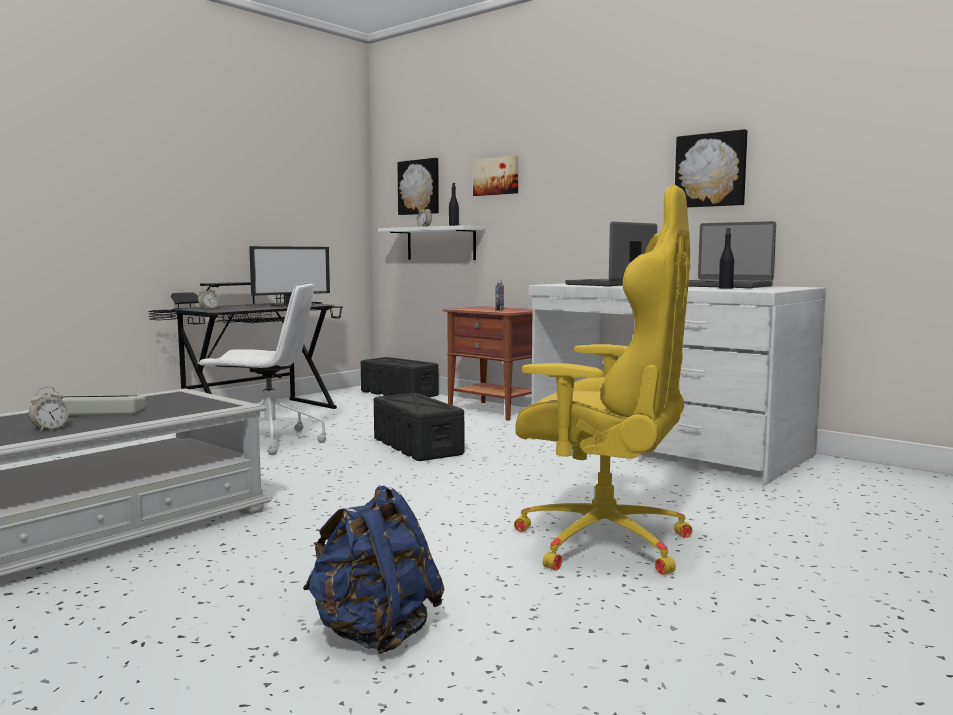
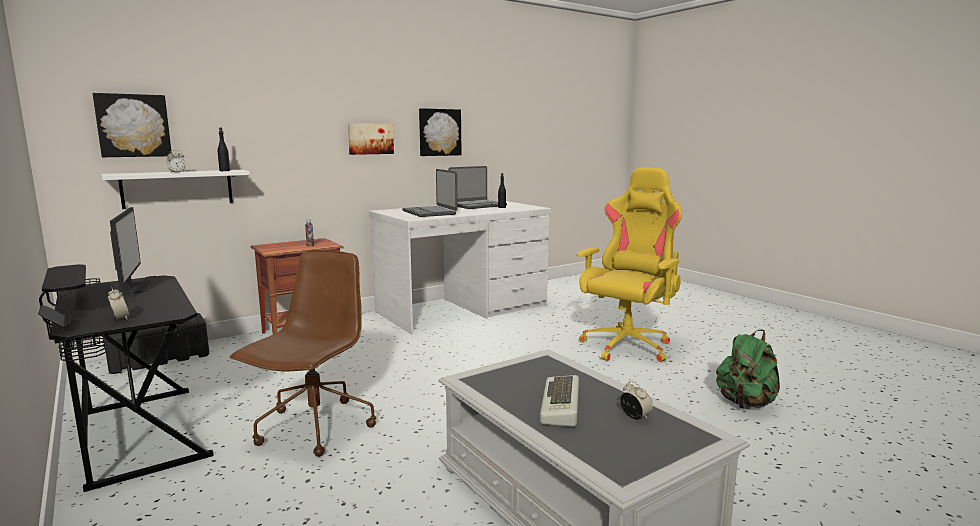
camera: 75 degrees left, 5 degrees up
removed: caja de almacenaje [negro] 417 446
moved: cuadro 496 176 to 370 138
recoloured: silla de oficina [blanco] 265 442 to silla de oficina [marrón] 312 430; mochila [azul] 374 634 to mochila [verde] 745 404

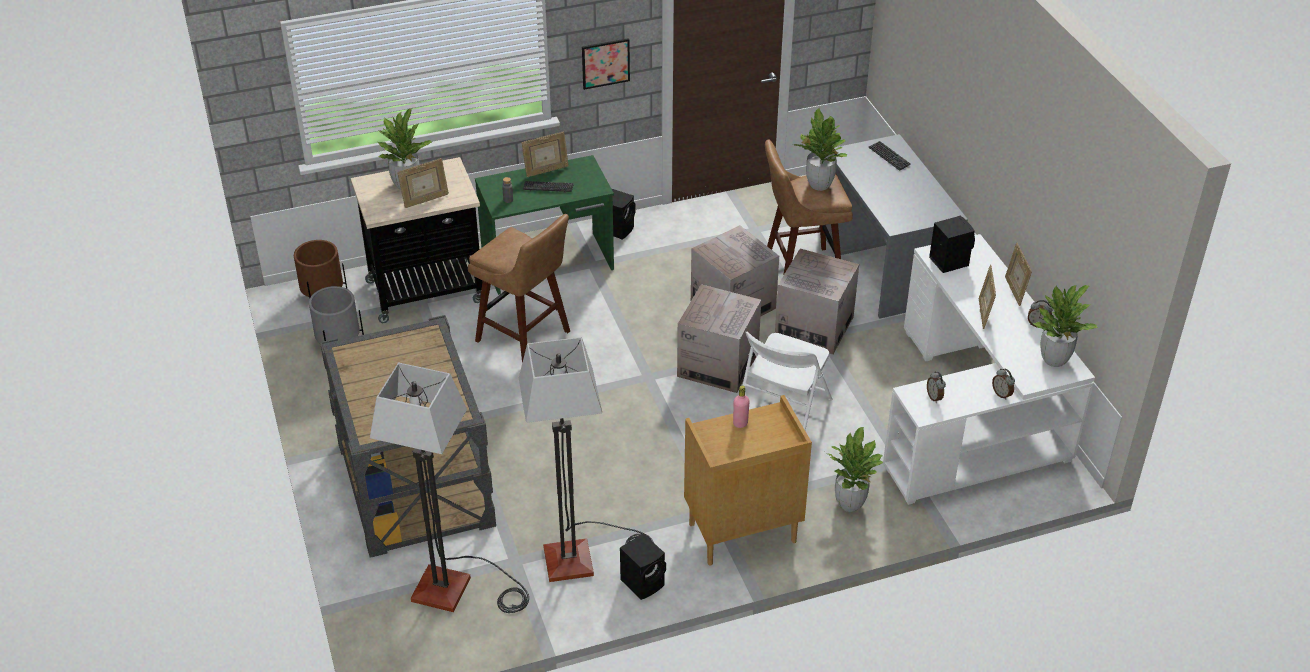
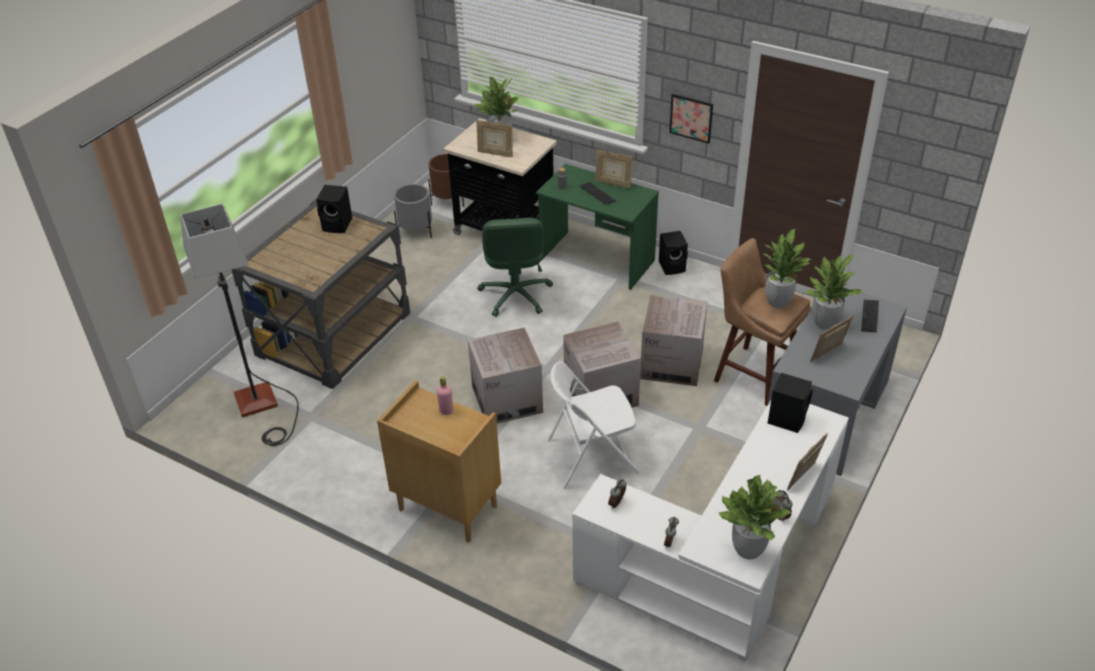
camera: 50 degrees right, 0 degrees up
removed: lámpara de pie 584 555
moved: caja de cartón 814 327 to 507 399; portarretratos 983 314 to 828 354; planta en maceta 849 503 to 825 323; altavoz [negro] 644 582 to 338 225
replaced: taburete [marrón] 525 338 to silla de oficina [verde] 515 295

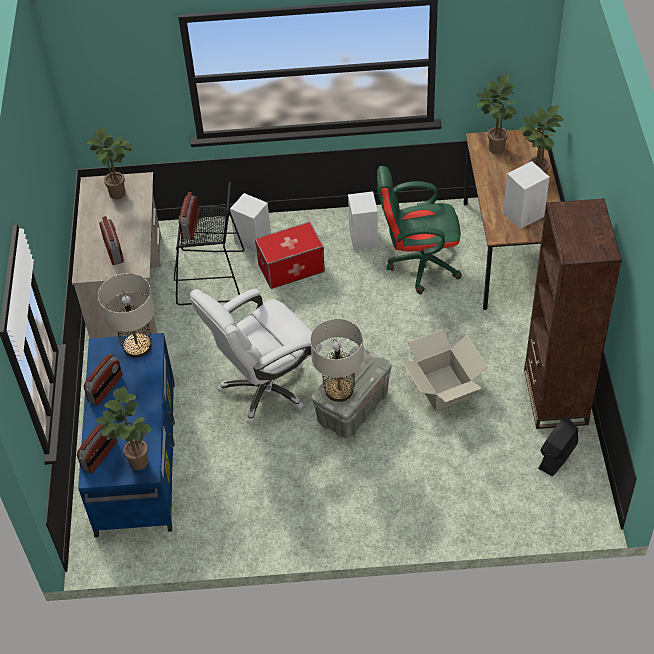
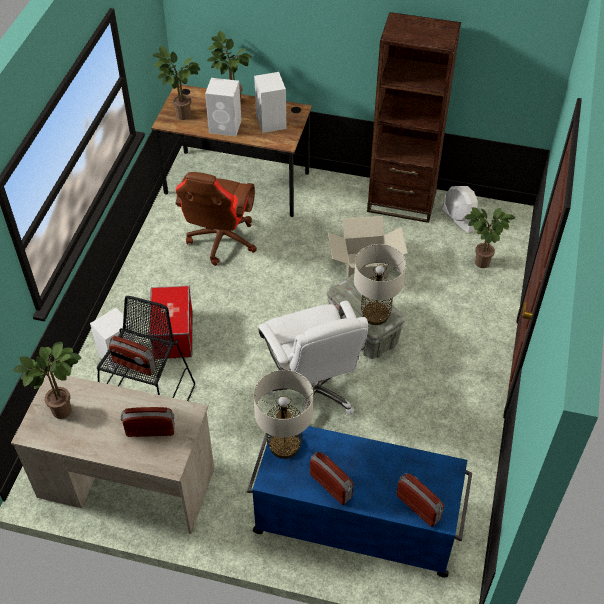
camera: 75 degrees left, 0 degrees up
moved: altavoz [blanco] 363 238 to 226 126; planta en maceta 135 461 to 480 264
recoloured: silla de oficina [verde] 417 265 to silla de oficina [marrón] 220 244; ventilador [negro] 557 456 to ventilador [blanco] 459 218

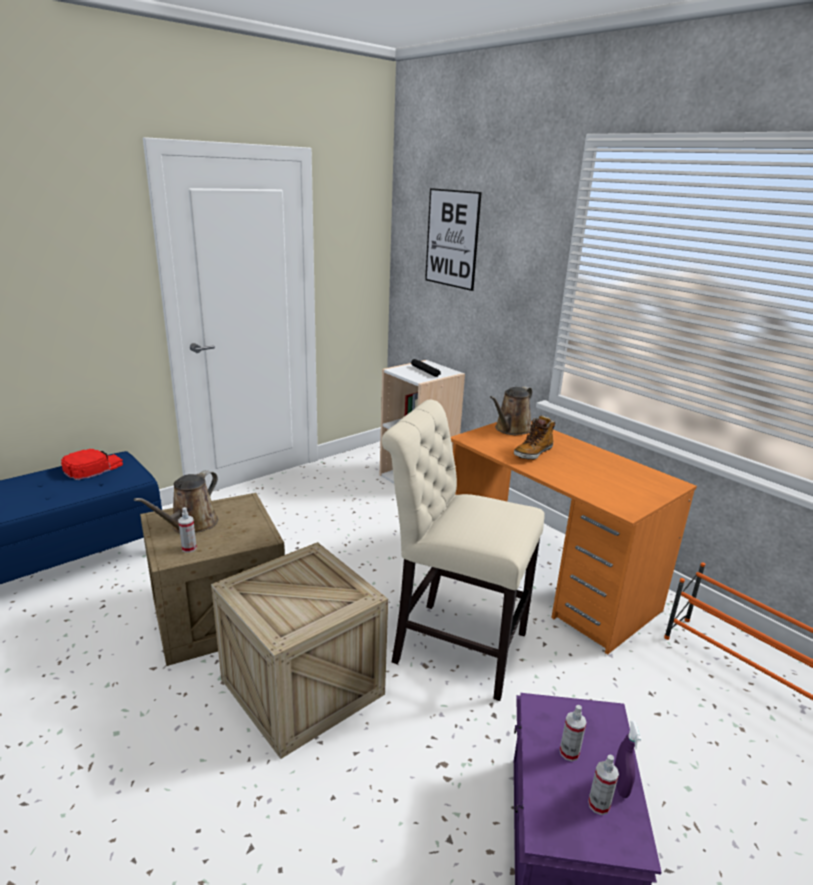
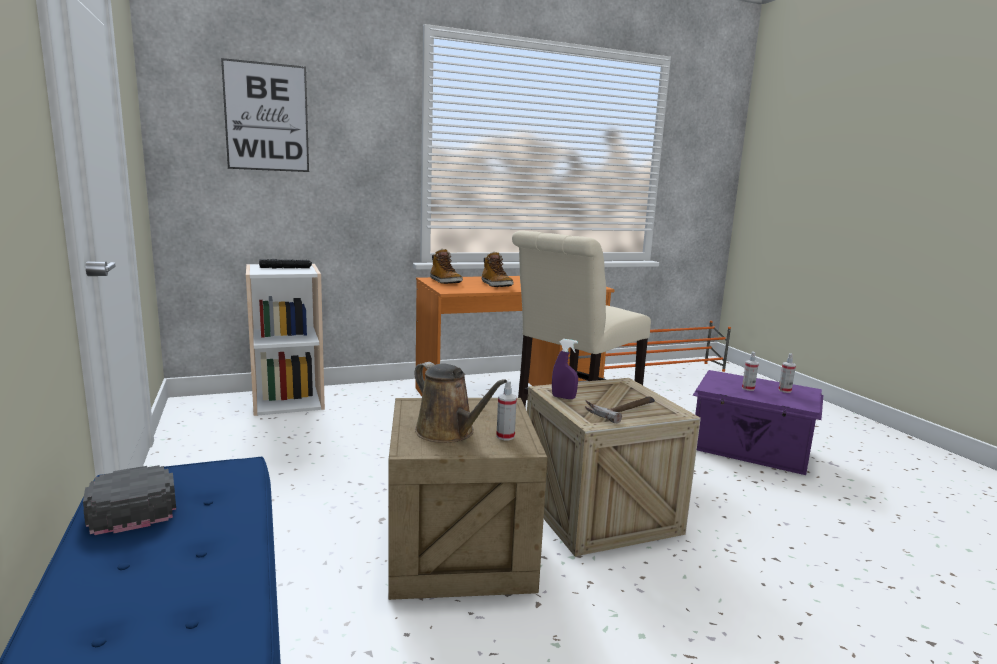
camera: 70 degrees left, 10 degrees down
added: martillo 620 409
moved: pulverizador [morado] 620 785 to 563 397
replaced: regadera [marrón] 511 429 to bota 445 282
recoloured: gorra [rojo] 93 467 to gorra [negro] 132 504

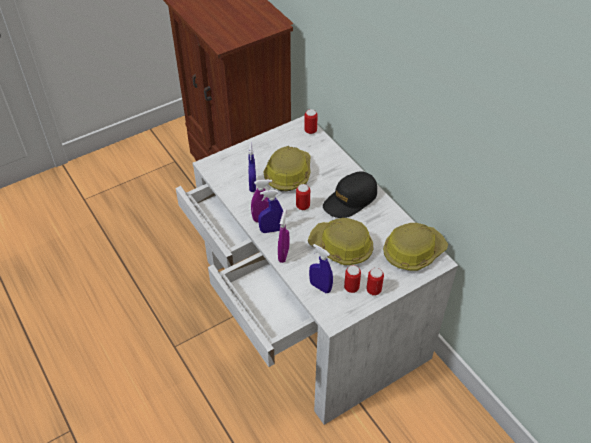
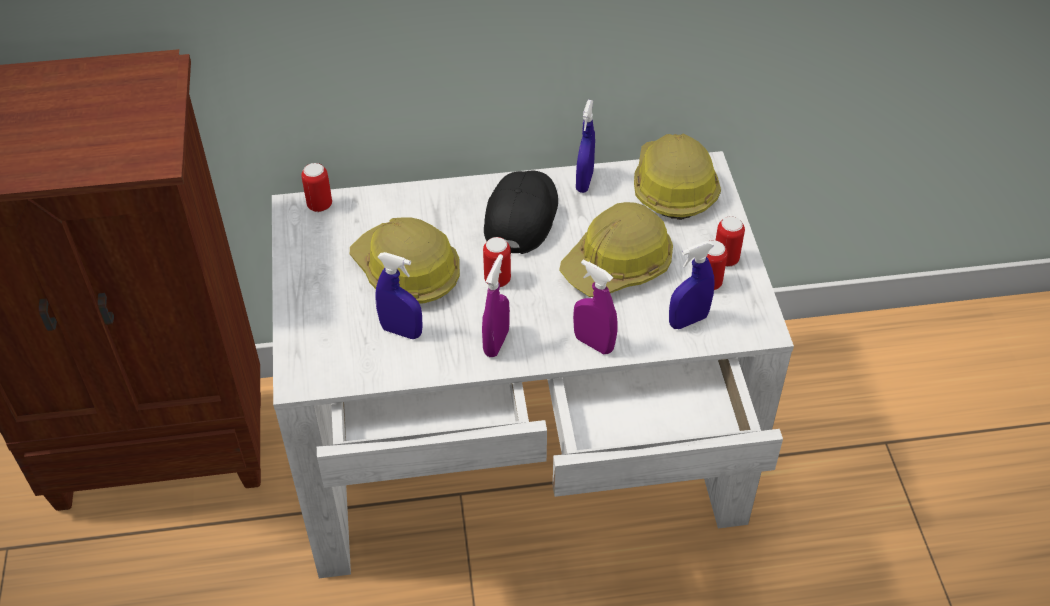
camera: 65 degrees left, 0 degrees up
moved: pulverizador [azul] 271 230 to 584 181
turned: gorra [negro] 350 200 = 521 216 150 degrees counterclockwise

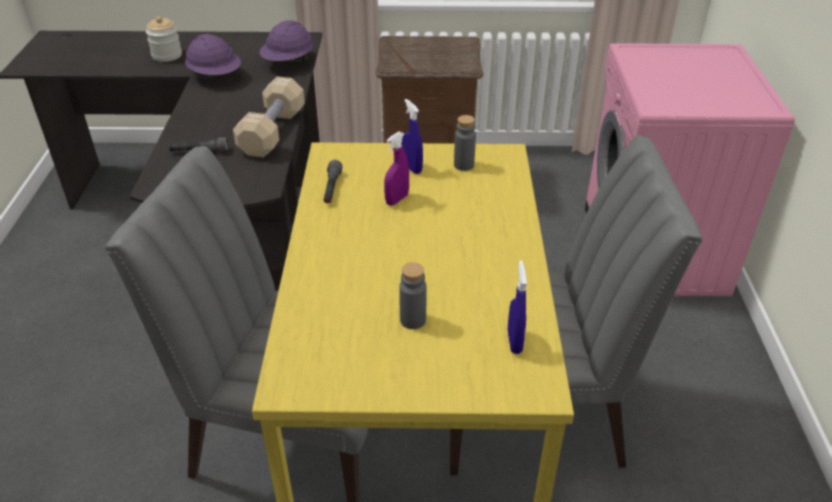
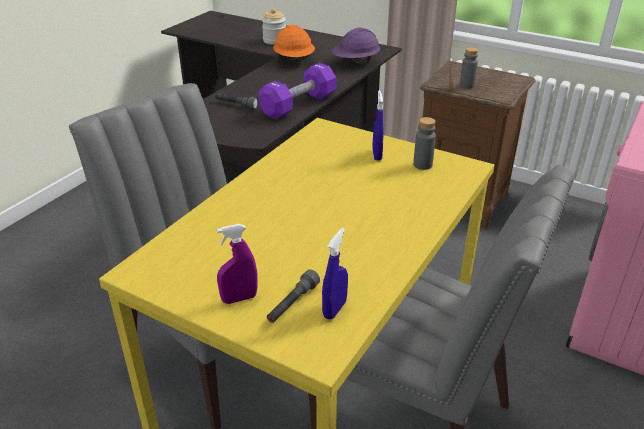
camera: 30 degrees right, 5 degrees down
moved: pulverizador [morado] 397 199 to 239 298; linterna [gris] 332 188 to 292 304; botella [gris] 413 320 to 466 86
recoloured: casco [morado] 216 76 to casco [naranja] 294 60; mancuerna [beis] 272 132 to mancuerna [morado] 298 105

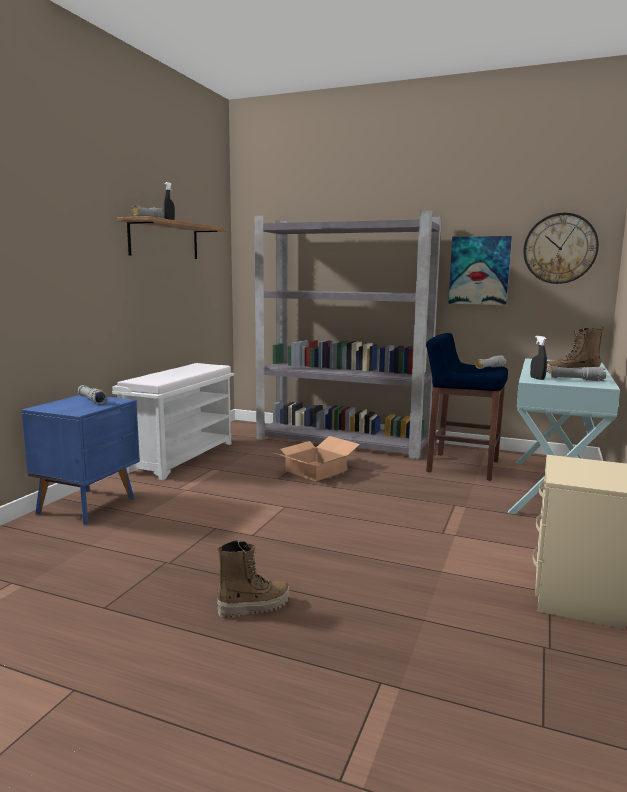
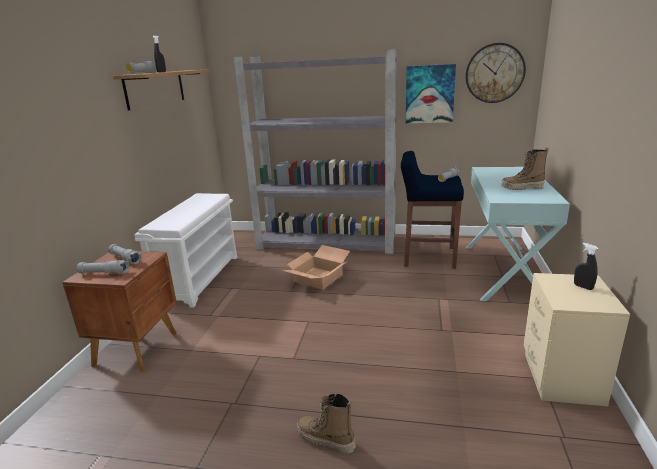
camera: 10 degrees left, 10 degrees up
moved: pulverizador [negro] 537 378 to 583 287; linterna [gris] 577 380 to 104 273
recoloured: mesita de noche [azul] 88 505 to mesita de noche [marrón] 138 348
turned: bota 254 607 = 325 440 120 degrees counterclockwise

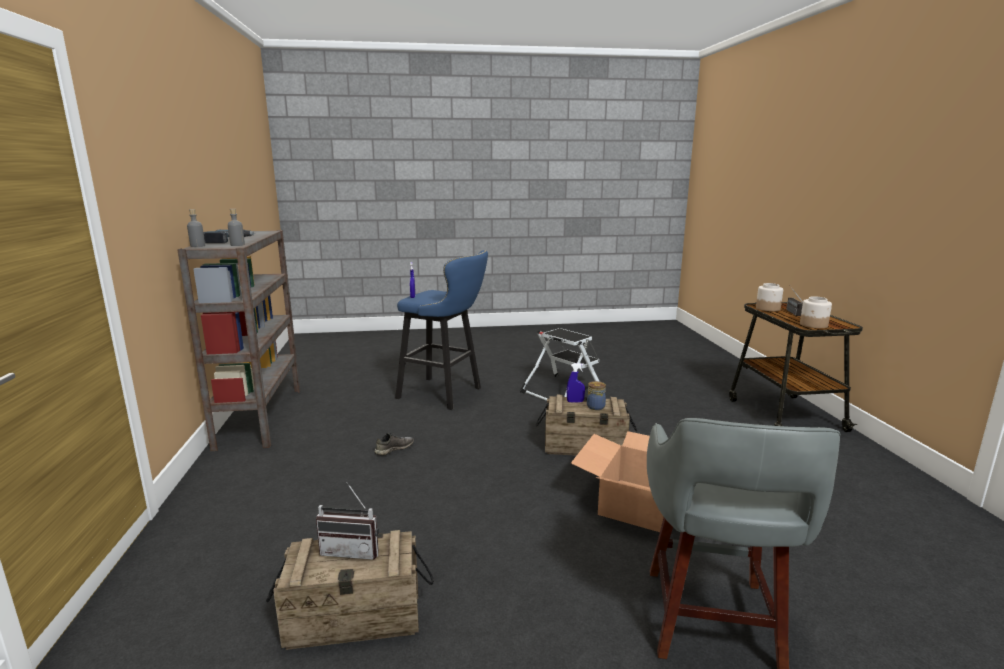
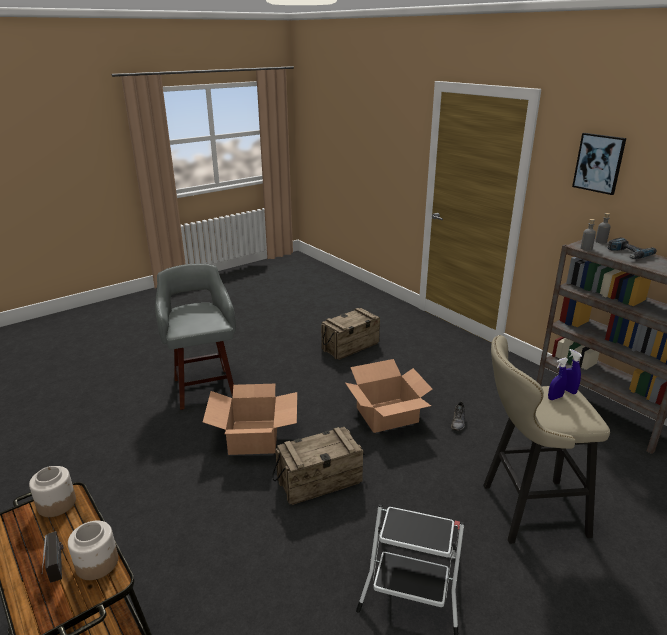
camera: 150 degrees right, 10 degrees up
removed: tarro 595 406; radio 352 550
added: cuadro 599 163; caja de cartón 387 415
moved: pulverizador [azul] 575 402 to 555 397
recoloured: taburete [azul] 447 395 to taburete [beis] 522 510

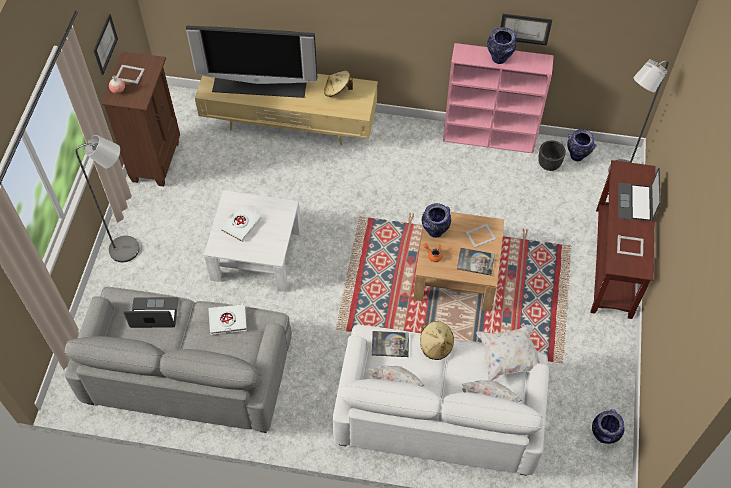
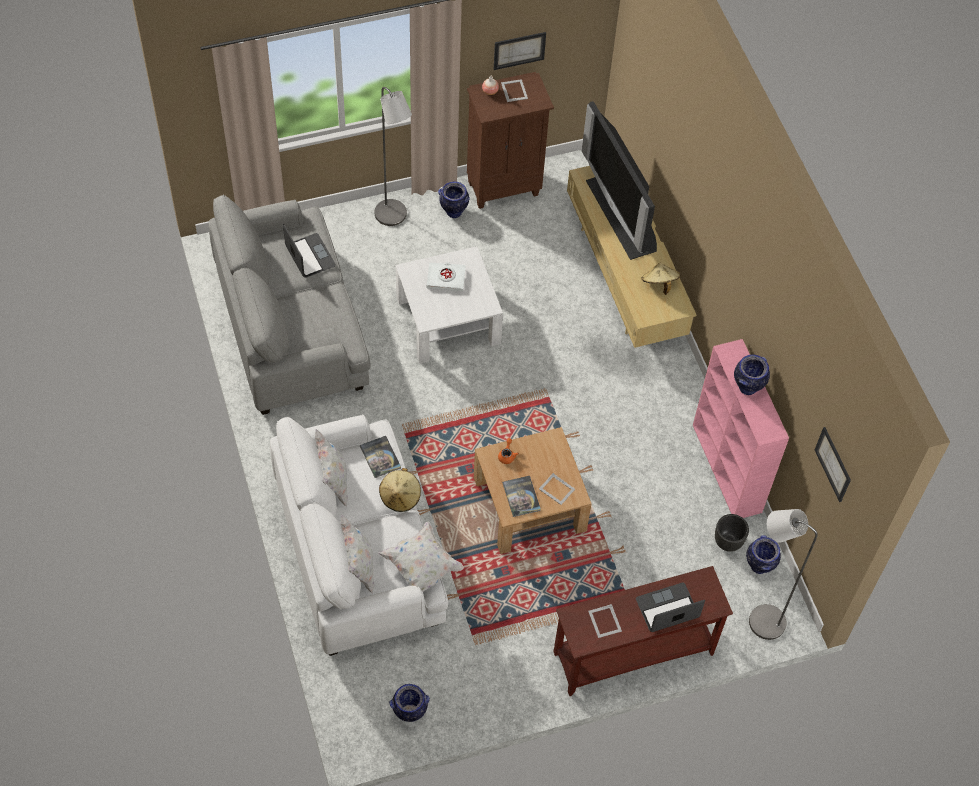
camera: 60 degrees right, 0 degrees up
removed: libro [blanco] 227 321
moved: cuadro 525 29 to 833 464; florero 435 232 to 453 212

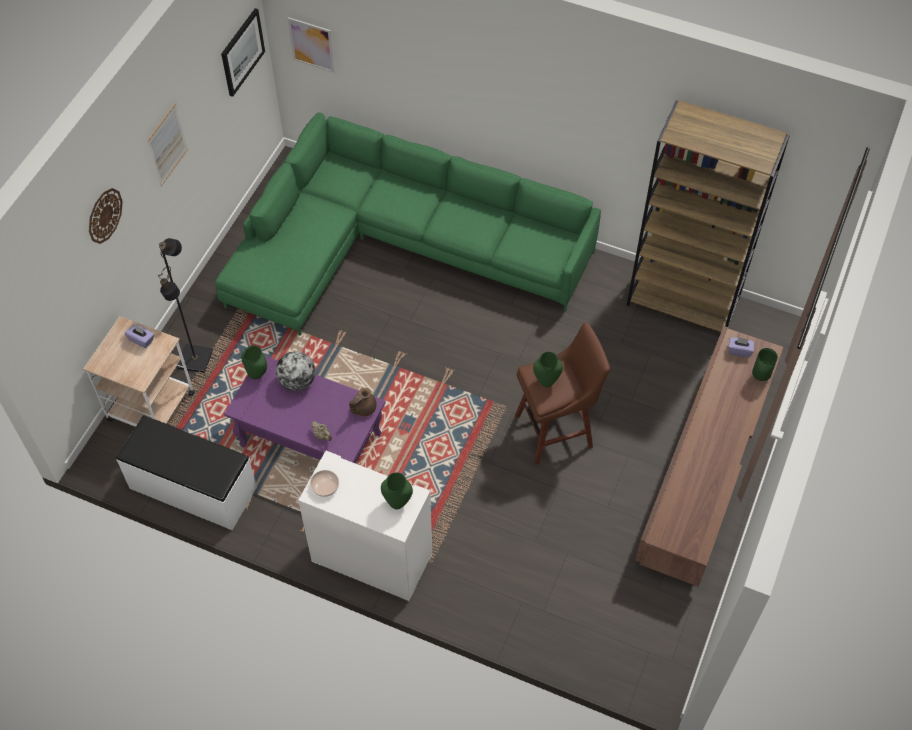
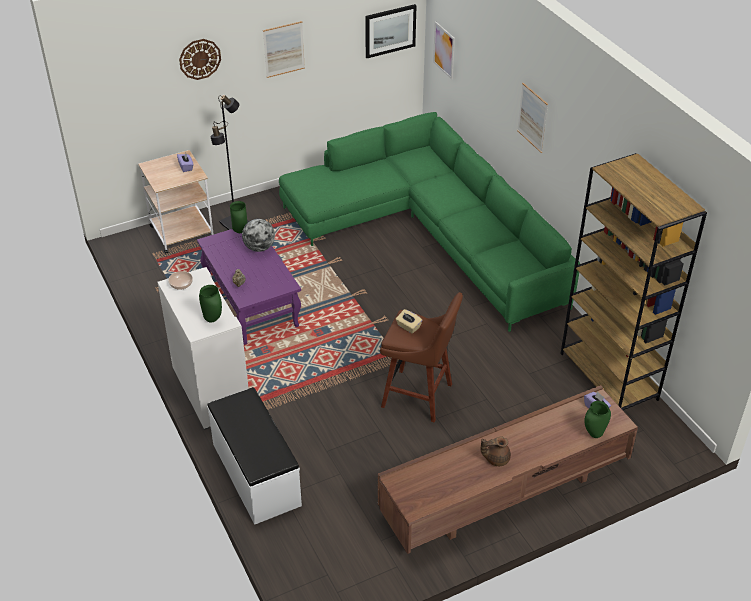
camera: 40 degrees right, 15 degrees down
added: cuadro 532 117
moved: tetera [marrón] 363 408 to 495 458; banco [blanco] 192 488 to 255 474
replaced: florero [verde] 546 381 to caja de pañuelos [beis] 408 327

